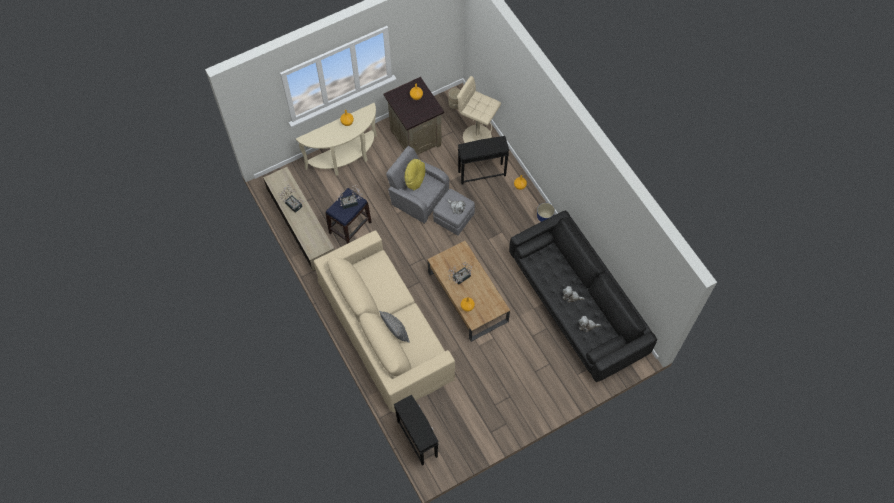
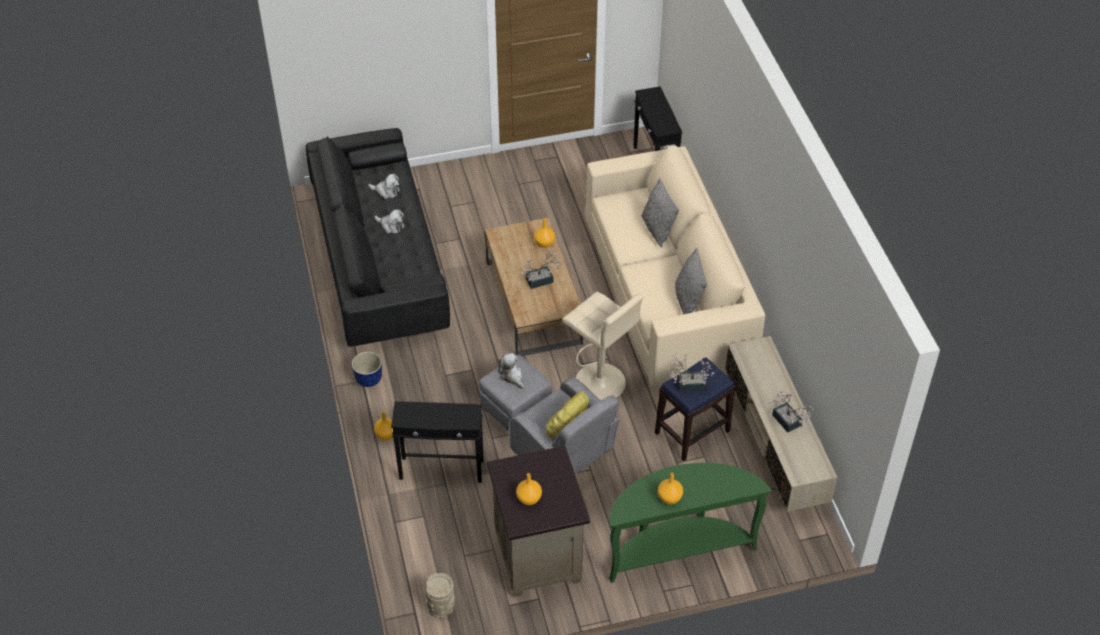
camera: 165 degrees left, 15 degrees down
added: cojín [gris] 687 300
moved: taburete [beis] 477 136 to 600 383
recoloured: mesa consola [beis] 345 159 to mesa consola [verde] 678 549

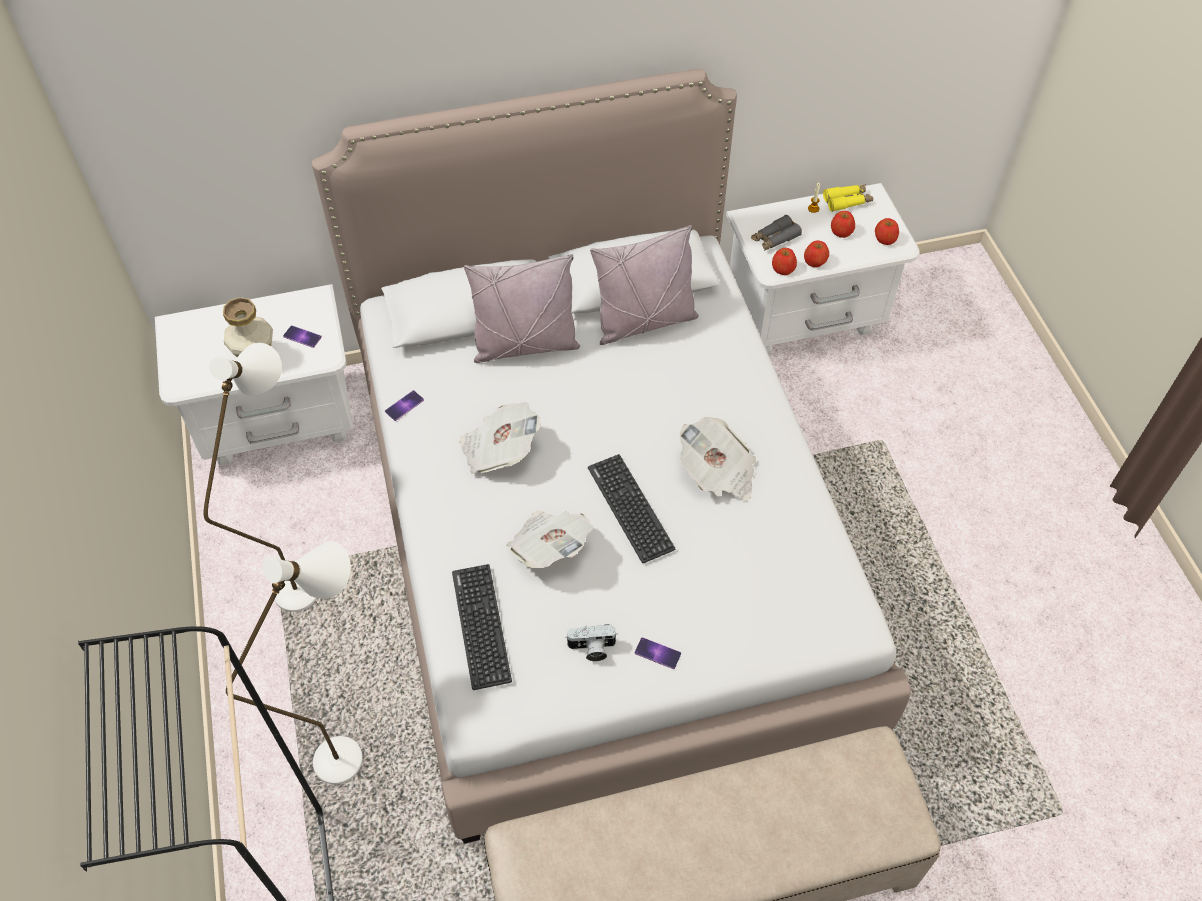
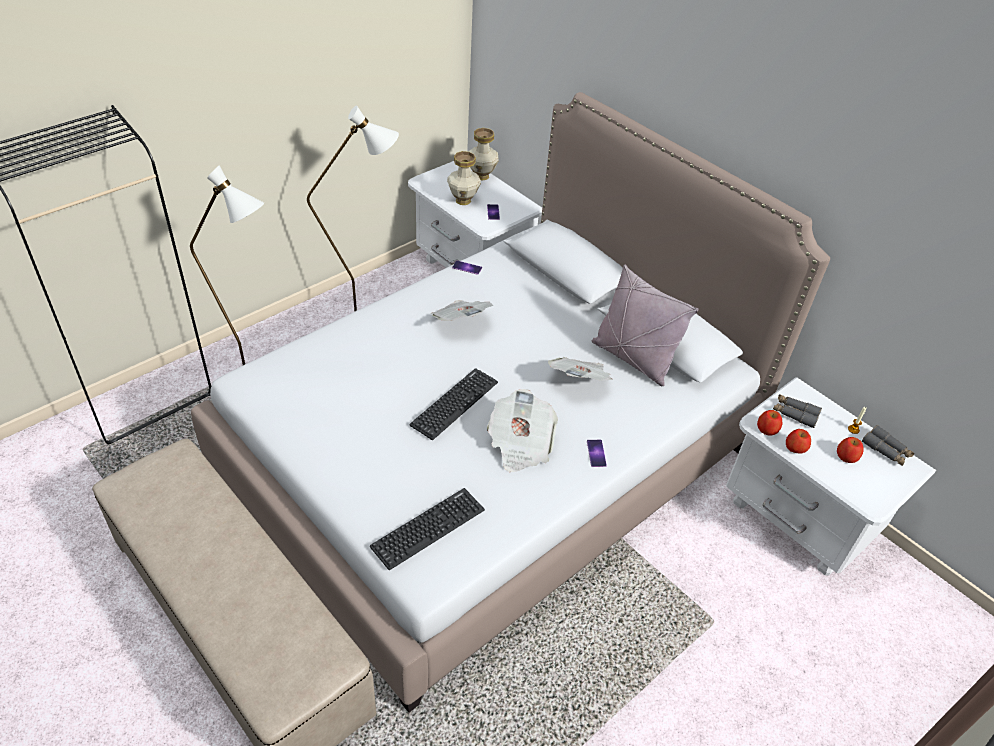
camera: 60 degrees right, 10 degrees down
removed: manzana 885 239; cojín [morado] 525 346; cámara 592 649
added: florero 481 176
moved: periódico 550 547 to 580 381; teclado 481 626 to 428 528; móvil 657 653 to 596 453
recoloured: prismáticos [amarillo] 847 201 to prismáticos [gris] 886 450

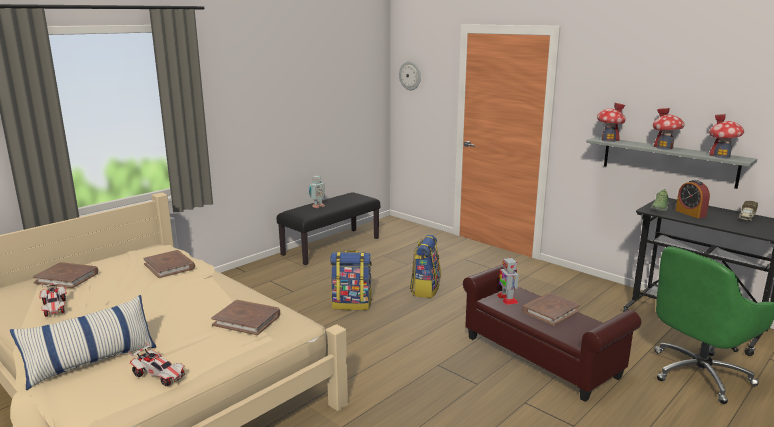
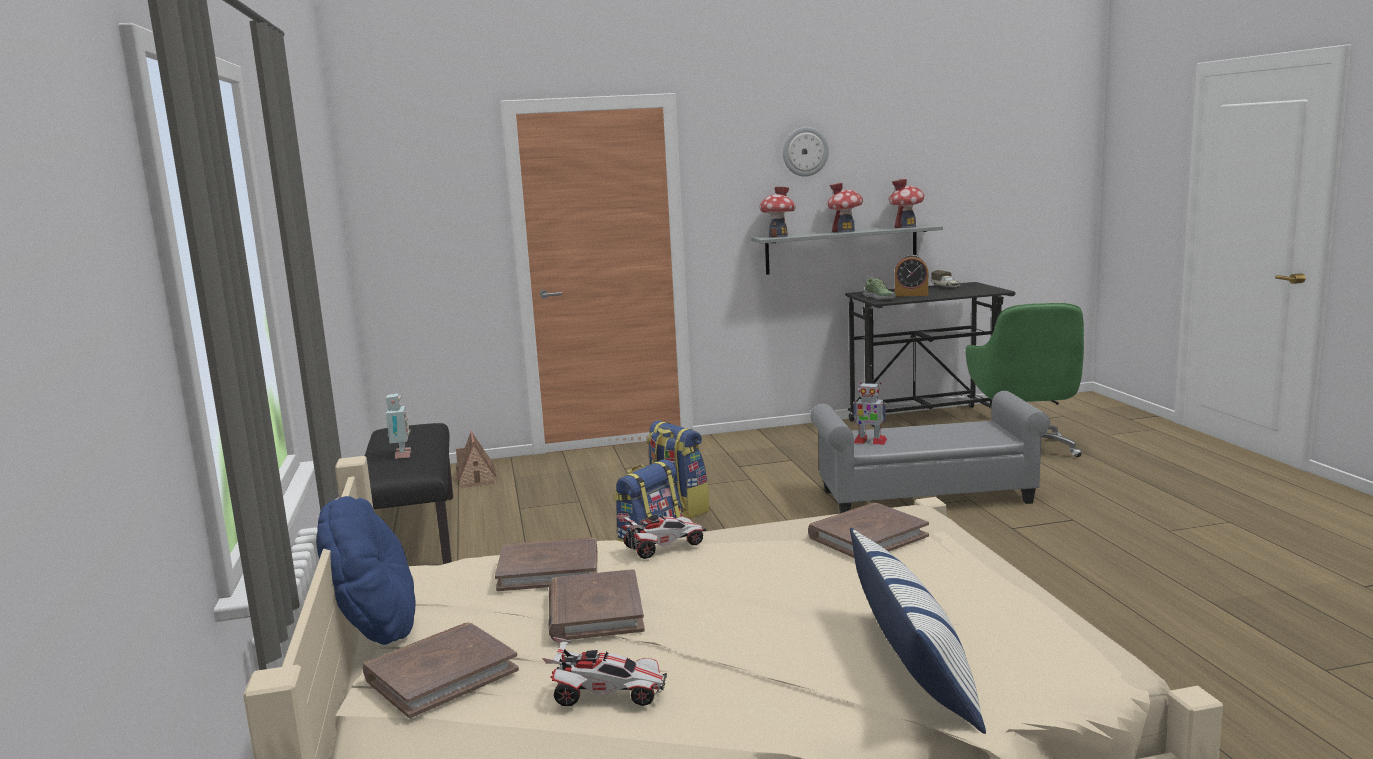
camera: 55 degrees left, 5 degrees down
added: casita 476 478; cojín [azul] 376 632
moved: reloj de pared 410 75 to 805 151; libro [marrón] 550 311 to 595 611; coche de juguete 159 375 to 663 547
recoloured: puf [marrón] 541 357 to puf [gris] 925 496

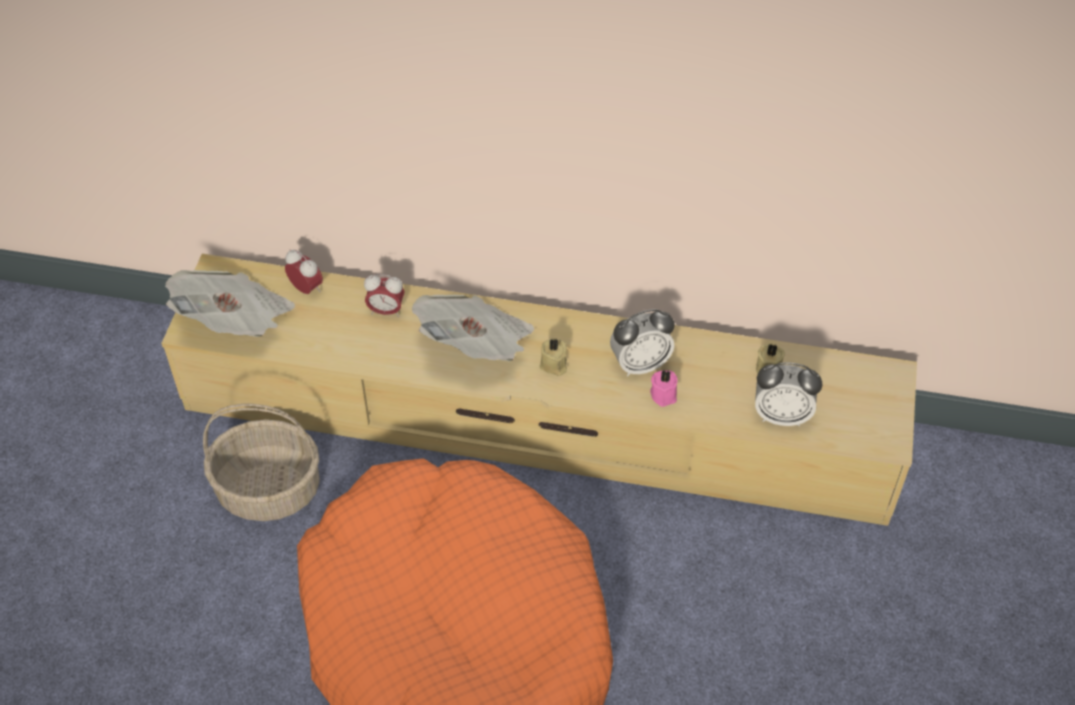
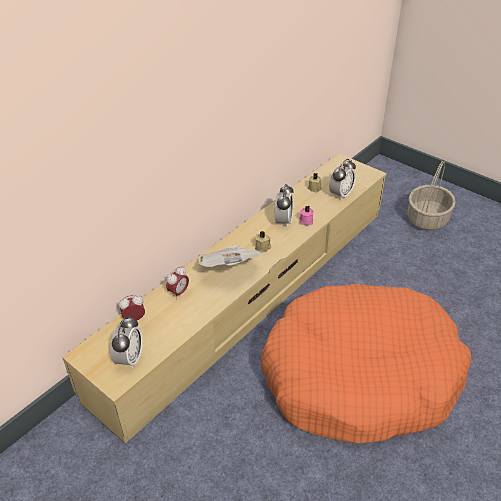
camera: 60 degrees left, 10 degrees down
moved: cesta 270 489 to 427 219
replaced: periódico 236 321 to despertador 130 358

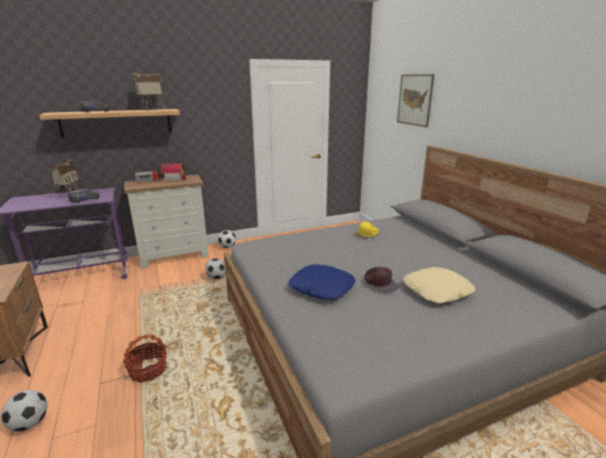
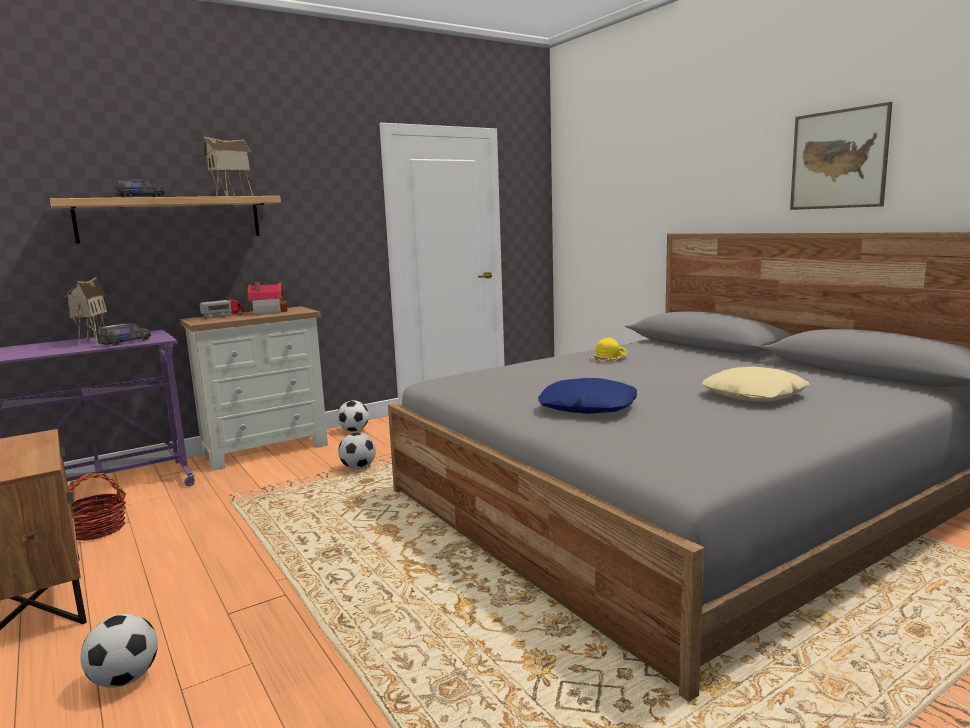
camera: 10 degrees left, 10 degrees down
removed: gorra [marrón] 380 282
moved: cuadro 414 100 to 838 159; cesta 148 370 to 97 530

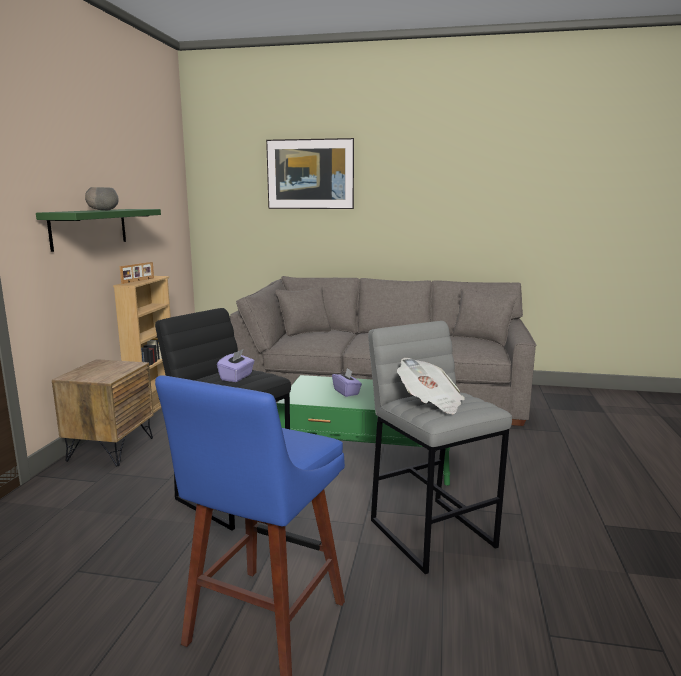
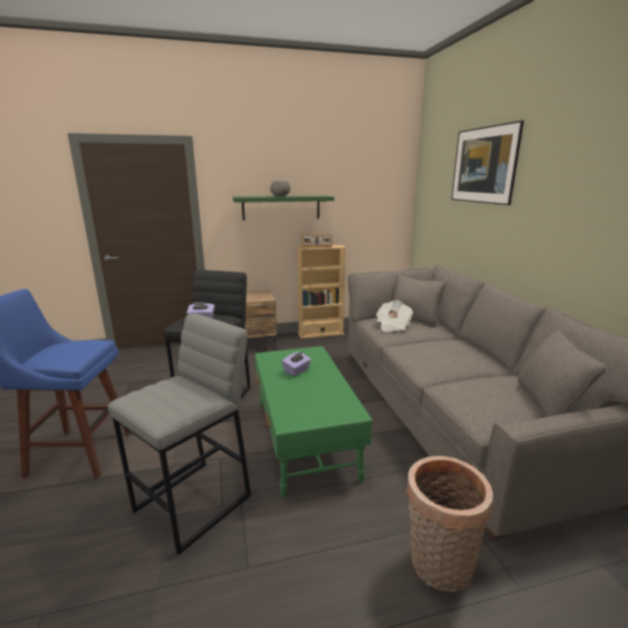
camera: 65 degrees right, 5 degrees up
added: cesta 438 566
moved: periódico 430 403 to 392 326

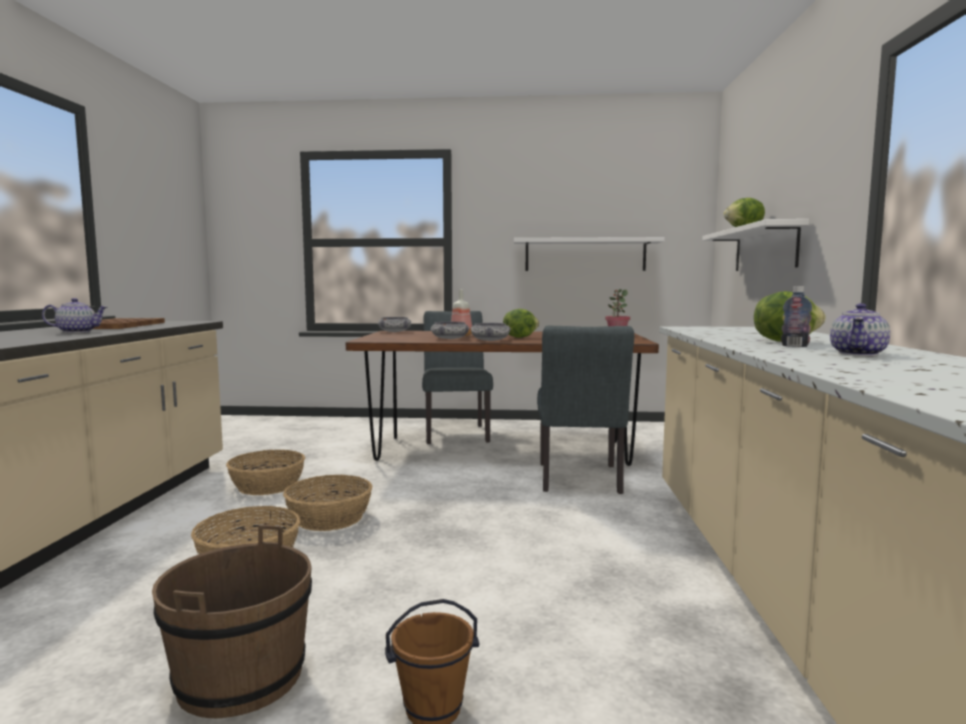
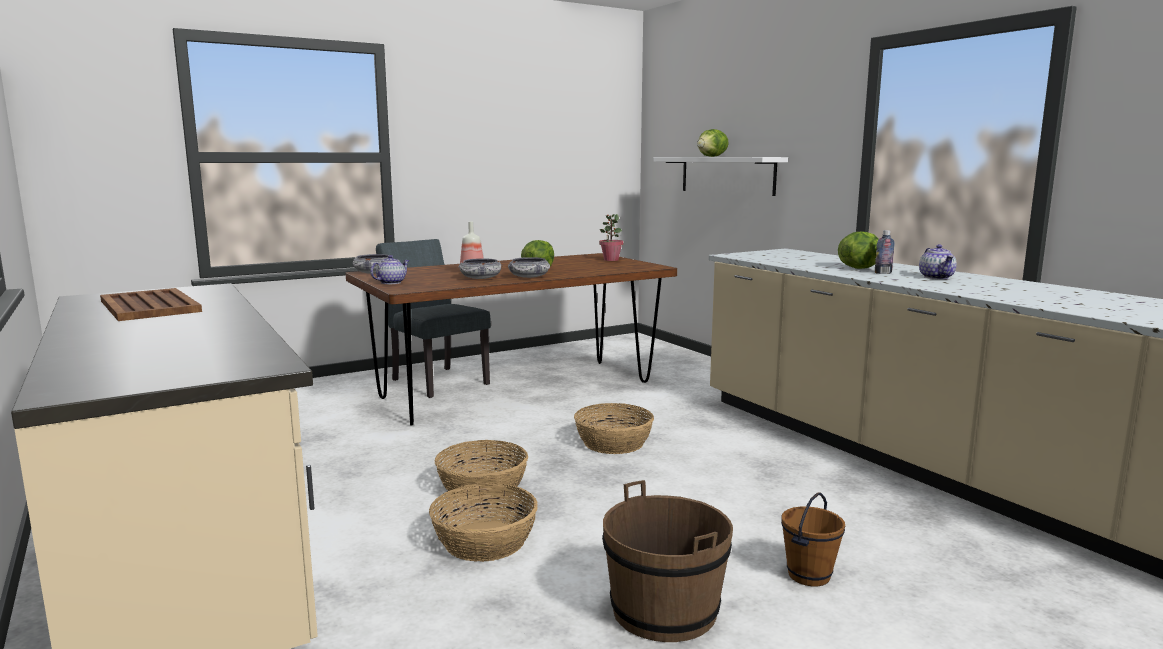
camera: 35 degrees left, 5 degrees up
removed: estante [blanco] 585 255; silla [gris] 579 481
moved: tetera 77 332 to 391 282; cesta 267 486 to 614 443

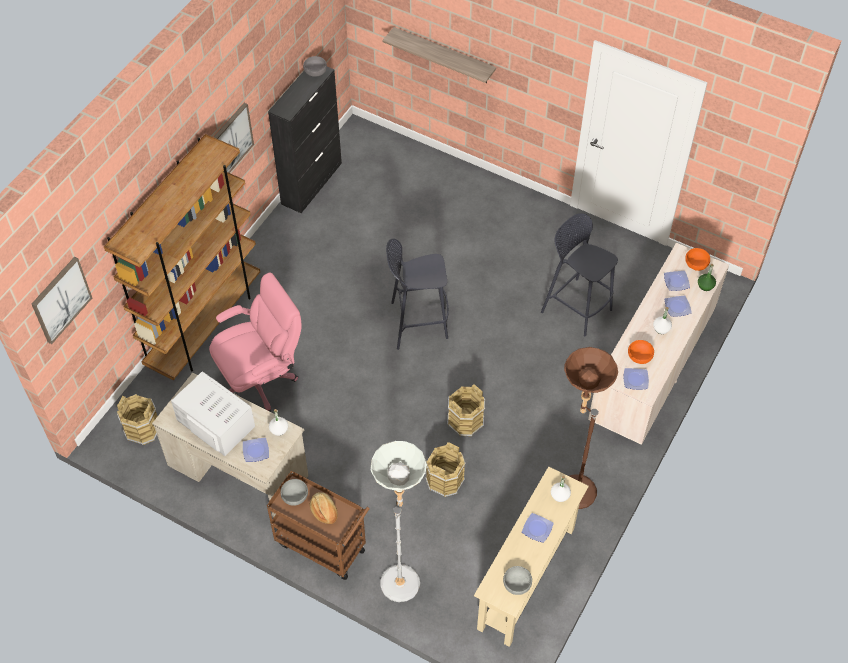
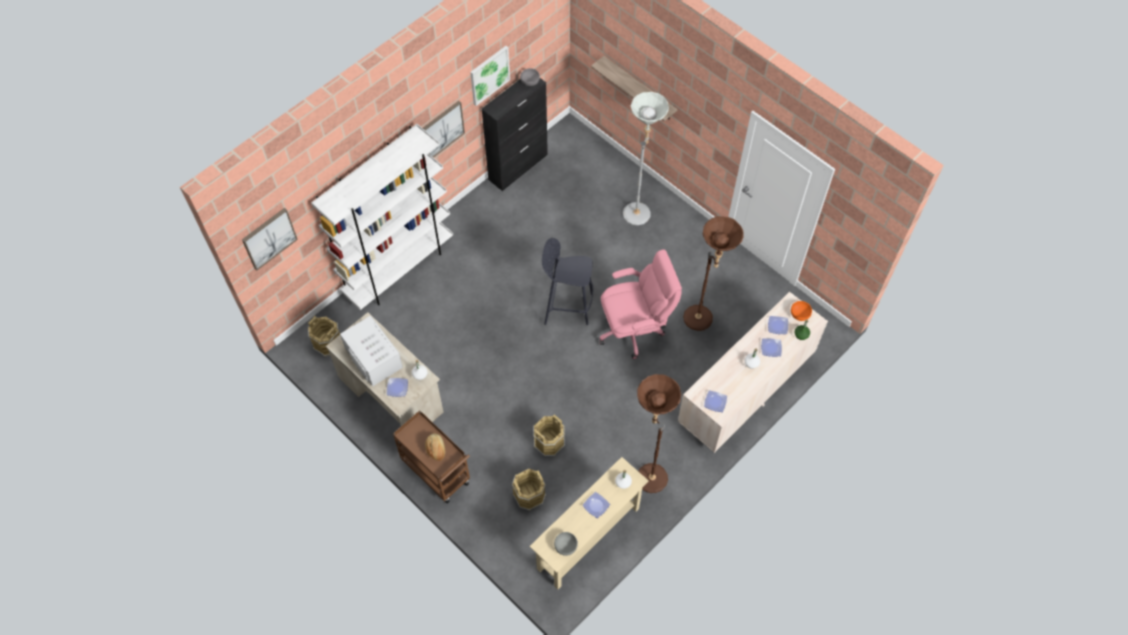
camera: 15 degrees right, 5 degrees up
removed: cuenco [naranja] 640 357; cuenco [gris] 295 496
added: cuadro 489 75
moved: silla de oficina [rosa] 261 380 to 635 328; cubo [marrón] 465 421 to 529 495; lámpara de pie [gris] 401 575 to 638 209
replaced: taburete [gris] 577 308 to lámpara de pie [marrón] 701 323
recoloured: estantería [marrón] 204 325 to estantería [blanco] 399 269

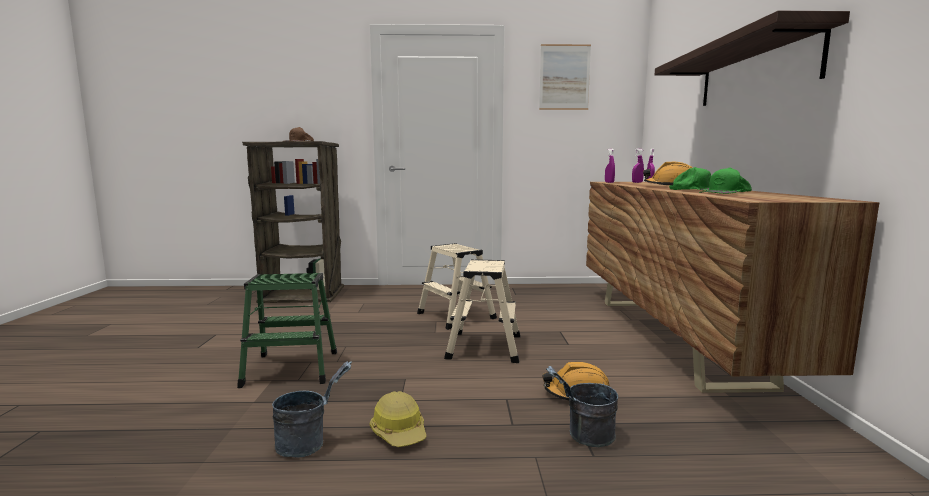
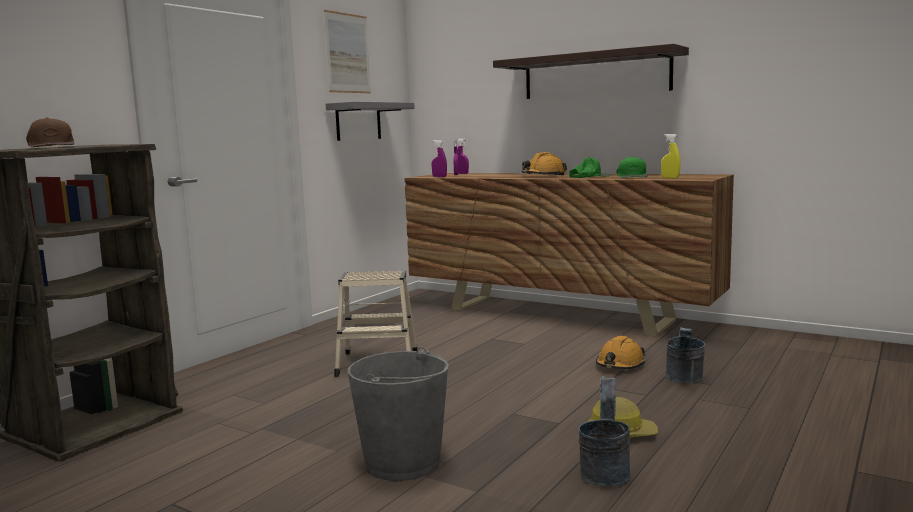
camera: 55 degrees left, 0 degrees up
removed: escalera de tijera [beis] 484 347
added: estante [gris] 358 121; pulverizador [amarillo] 670 178
replaced: escalera de tijera [verde] 291 368 to cubo [gris] 403 462

